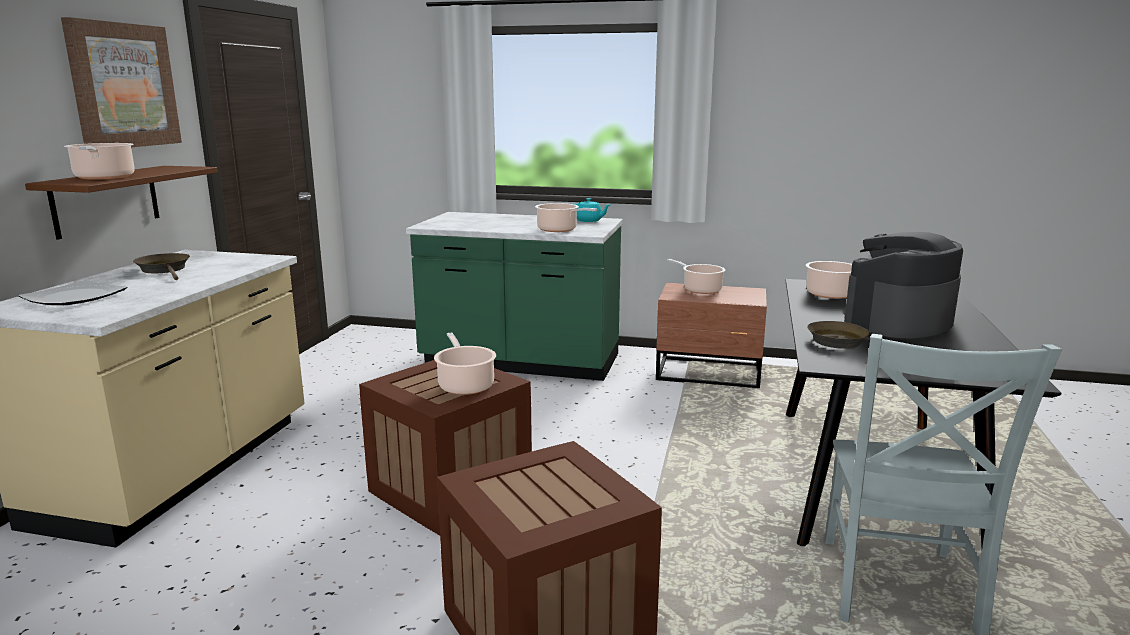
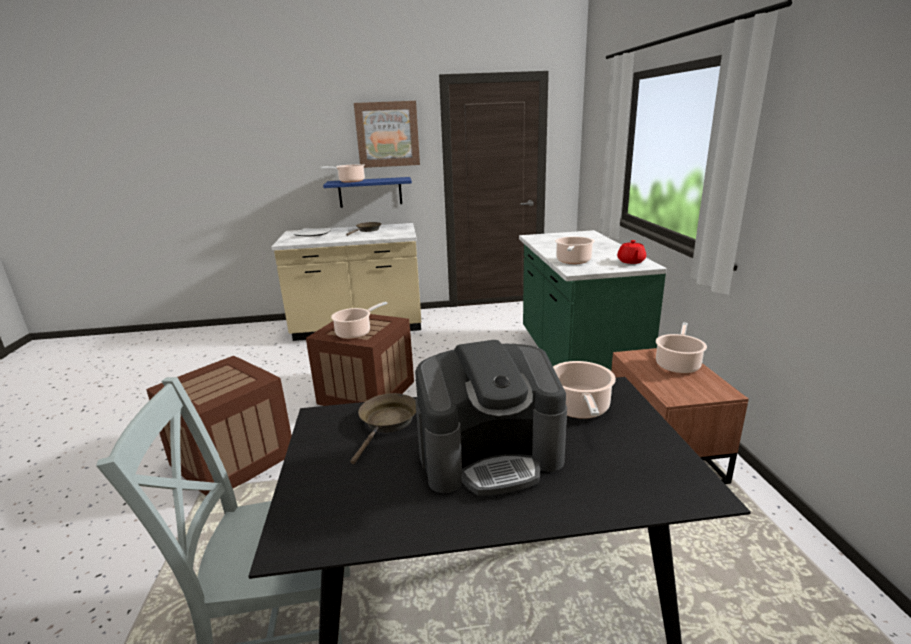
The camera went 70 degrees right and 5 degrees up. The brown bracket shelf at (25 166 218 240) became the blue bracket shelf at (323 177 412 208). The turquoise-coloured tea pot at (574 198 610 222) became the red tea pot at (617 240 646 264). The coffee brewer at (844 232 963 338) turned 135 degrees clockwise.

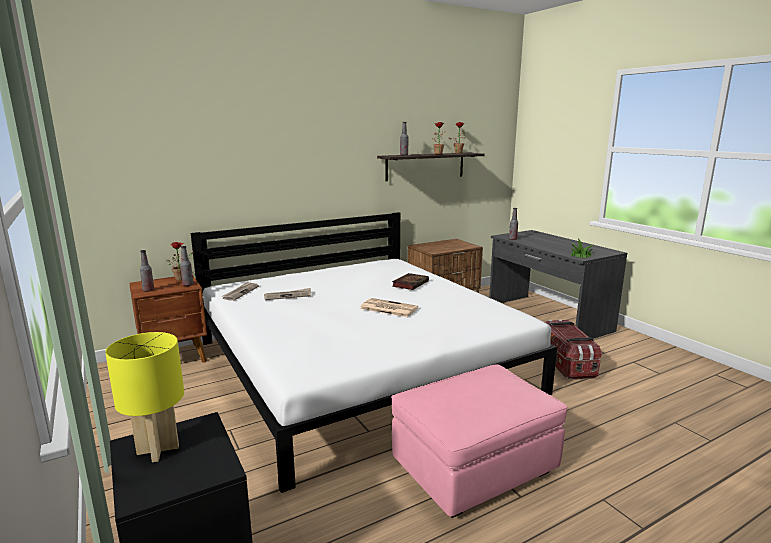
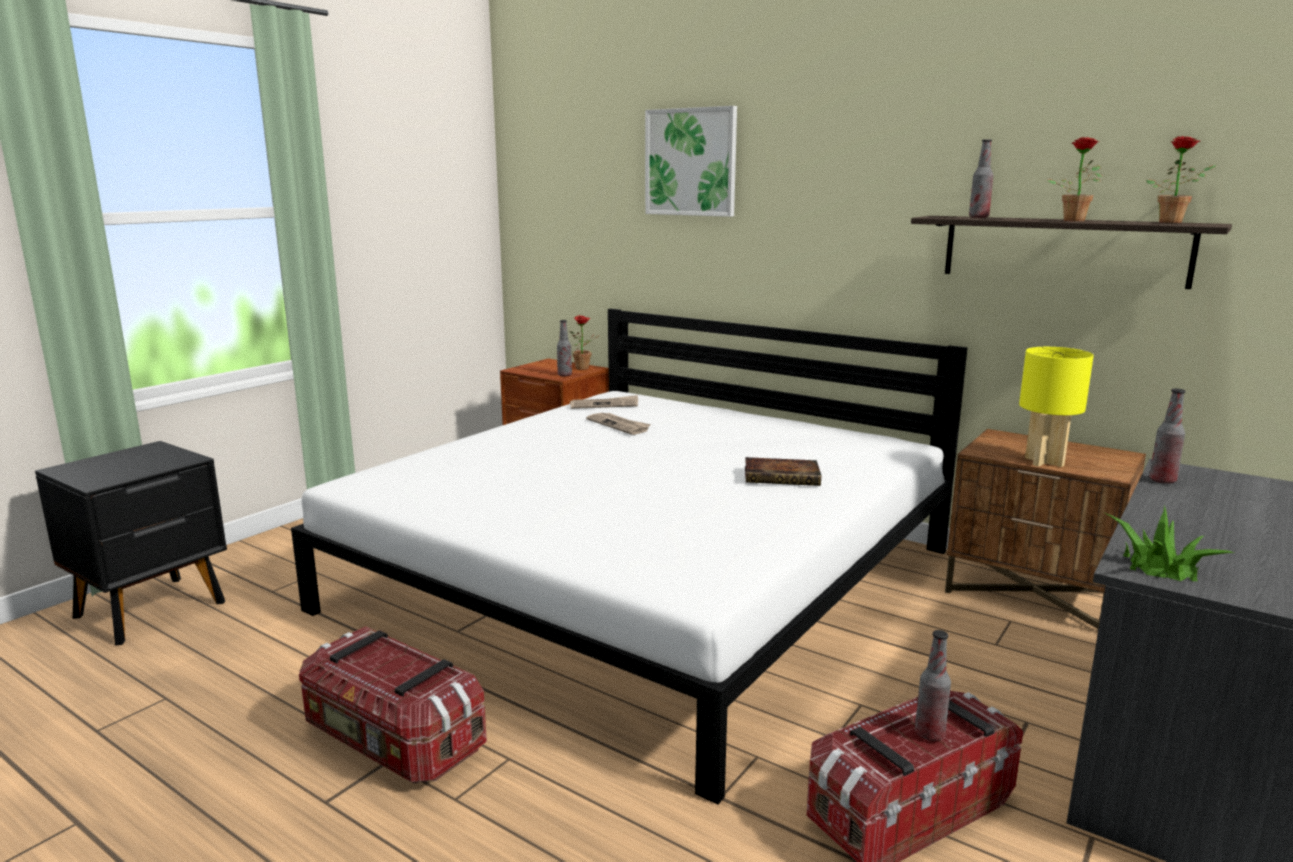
The camera went 65 degrees right and 0 degrees up. The drink bottle moved from (140 250 154 292) to (915 630 951 741). The printed paper at (360 298 418 317) disappeared. The yellow-coloured table lamp moved from (105 332 184 462) to (1019 347 1094 467). The pinkish footrest at (391 364 567 518) was replaced by the storage box at (299 626 487 783). The picture at (645 106 737 217) appeared.

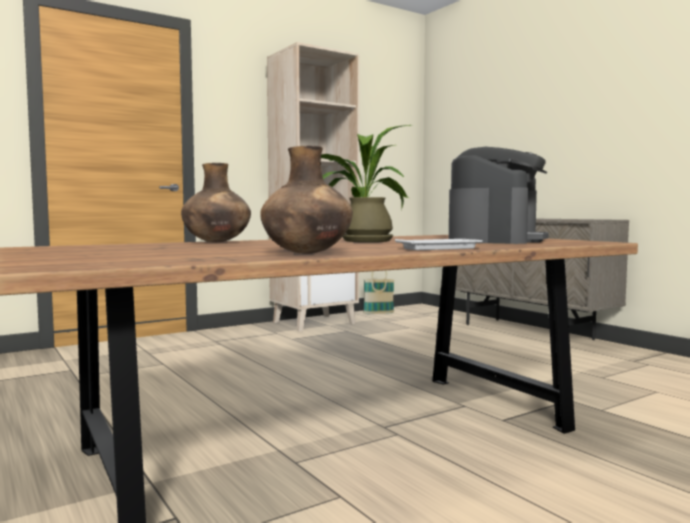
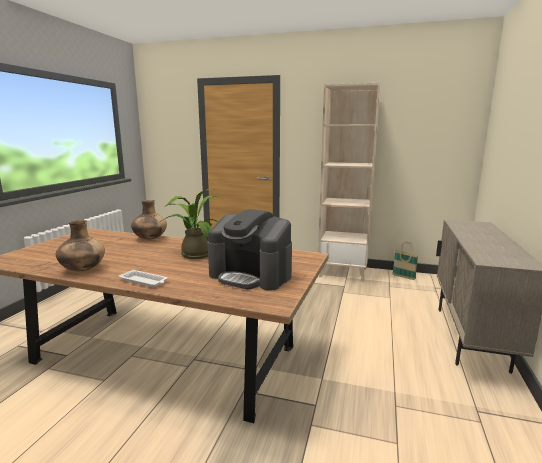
The camera went 50 degrees right and 10 degrees up. The coffee brewer at (449 147 549 244) turned 45 degrees clockwise.

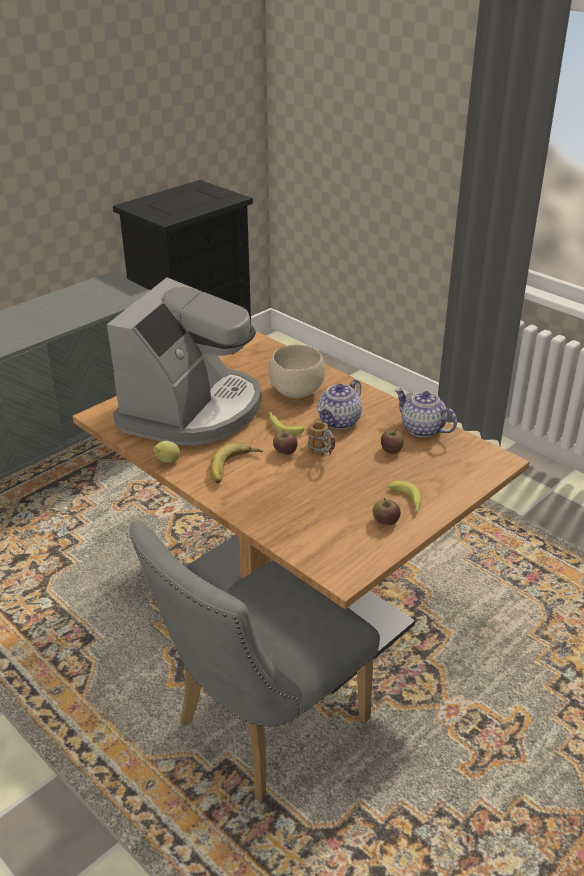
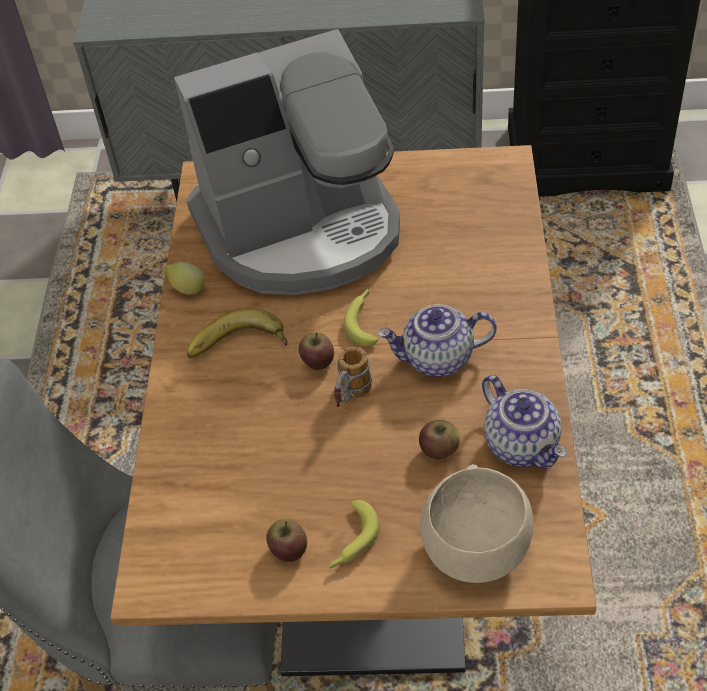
The camera went 50 degrees right and 15 degrees up. The sand-coloured serving bowl moved from (268 345 325 398) to (420 464 534 583). The tea pot at (395 389 457 438) turned 150 degrees clockwise.

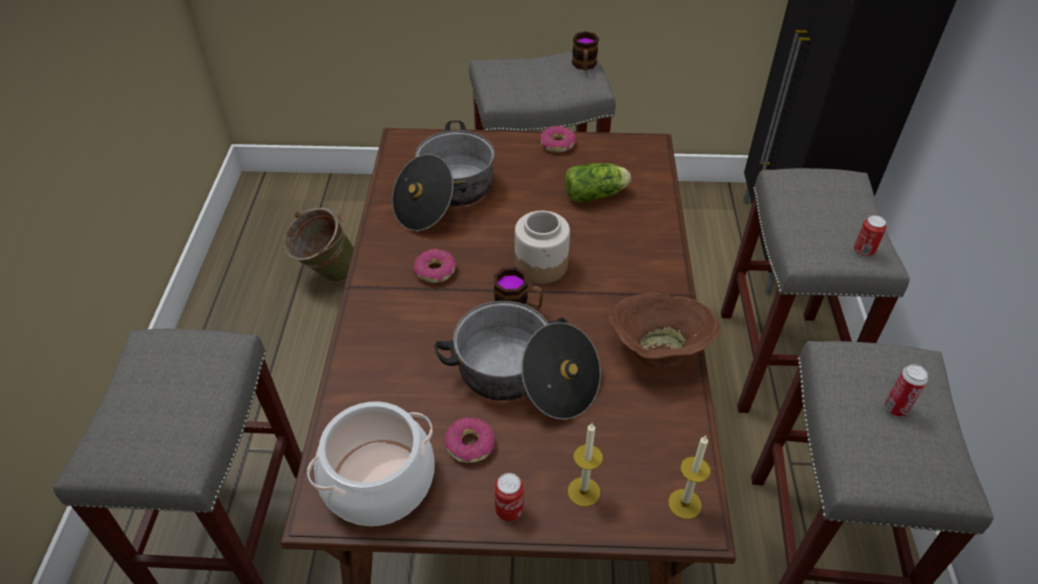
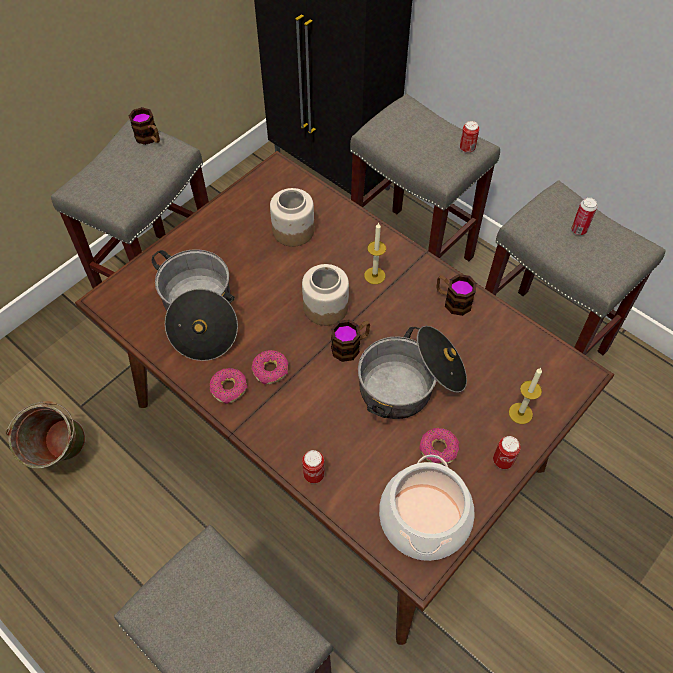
The camera went 50 degrees left and 10 degrees up. The donut moved from (540 126 575 153) to (210 368 248 404). The lettuce head at (565 163 631 202) was replaced by the preserve jar at (270 188 314 247). The brown serving bowl at (609 293 720 368) was replaced by the mug at (436 274 477 316). The candle moved from (668 436 711 519) to (364 222 386 284). The can at (302 450 325 483) appeared.

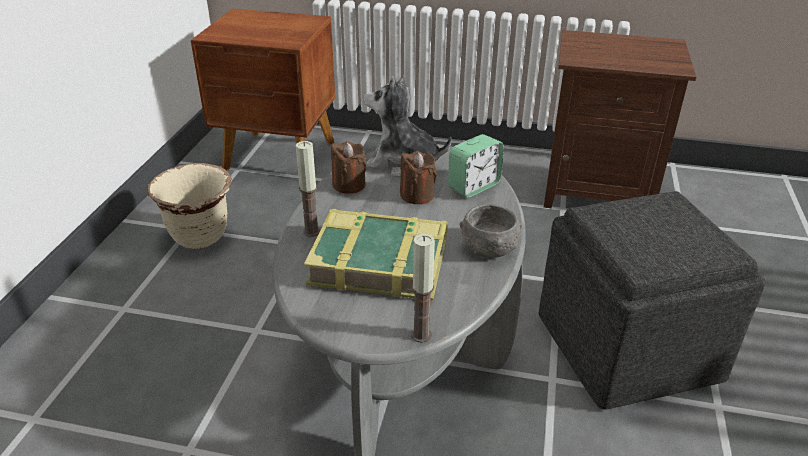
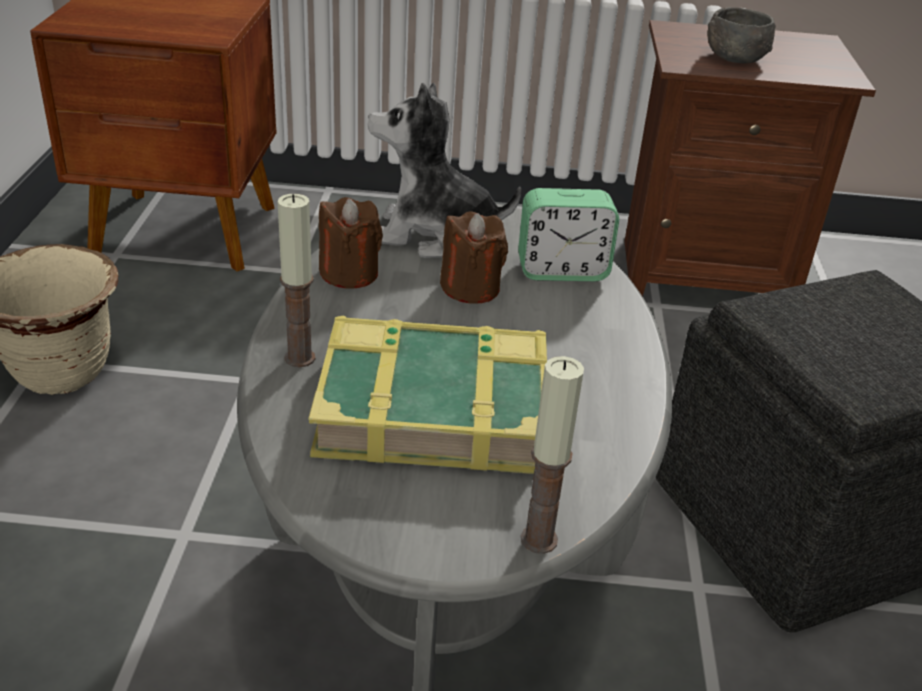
The camera went 10 degrees left and 0 degrees up. The table clock at (448 134 504 198) turned 45 degrees clockwise. The greyish serving bowl moved from (459 204 522 258) to (707 7 775 63).

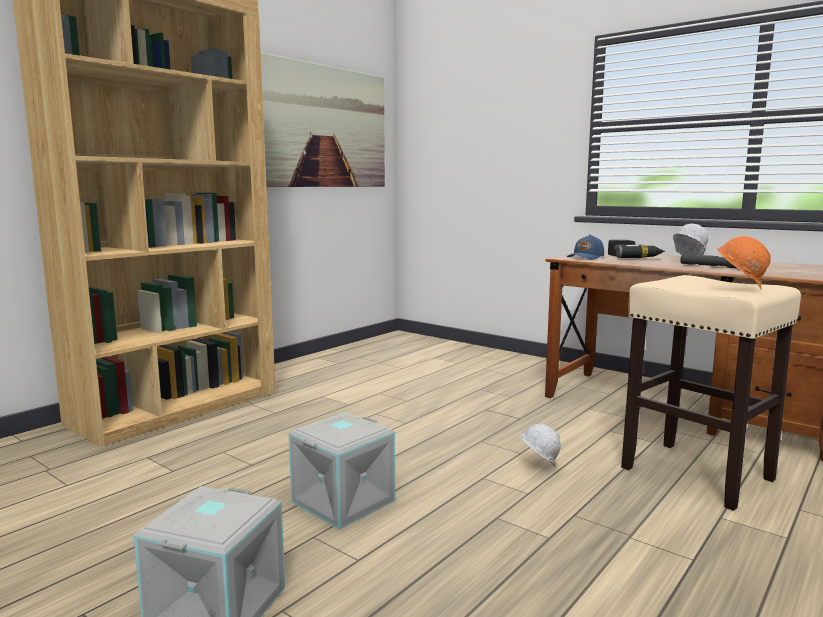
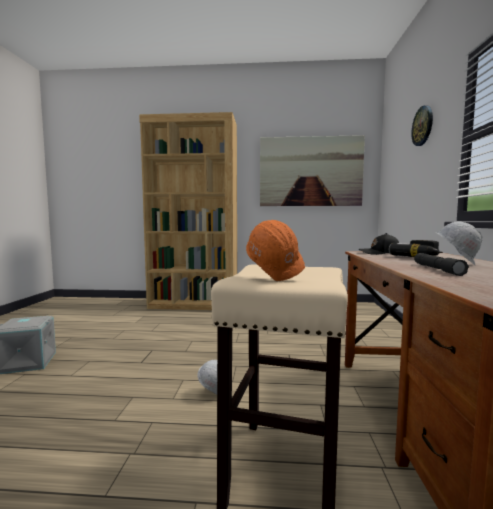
The camera went 55 degrees right and 5 degrees down. The blue cap at (567 234 604 259) became the blackish cap at (359 233 399 255). The greyish storage box at (289 412 395 530) disappeared. The clock on the wall at (411 106 433 146) appeared.

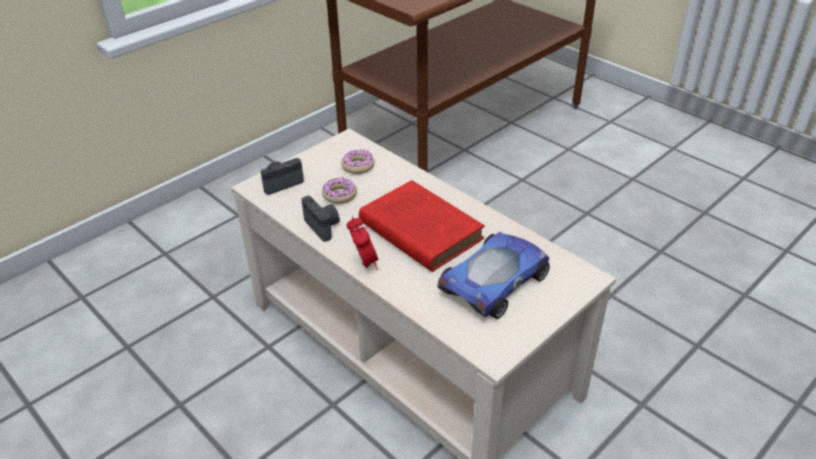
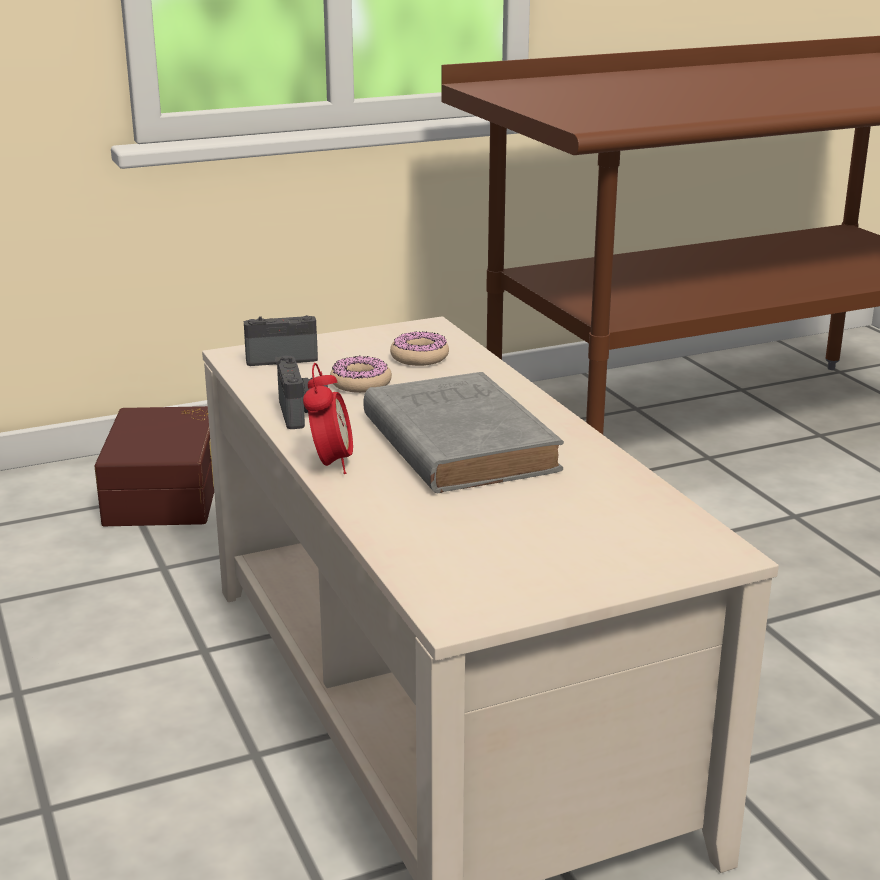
The camera went 20 degrees right and 15 degrees down. The red volume at (359 180 485 272) became the greyish volume at (364 372 564 493). The model car at (437 232 550 319) disappeared. The brown storage box at (94 406 214 526) appeared.

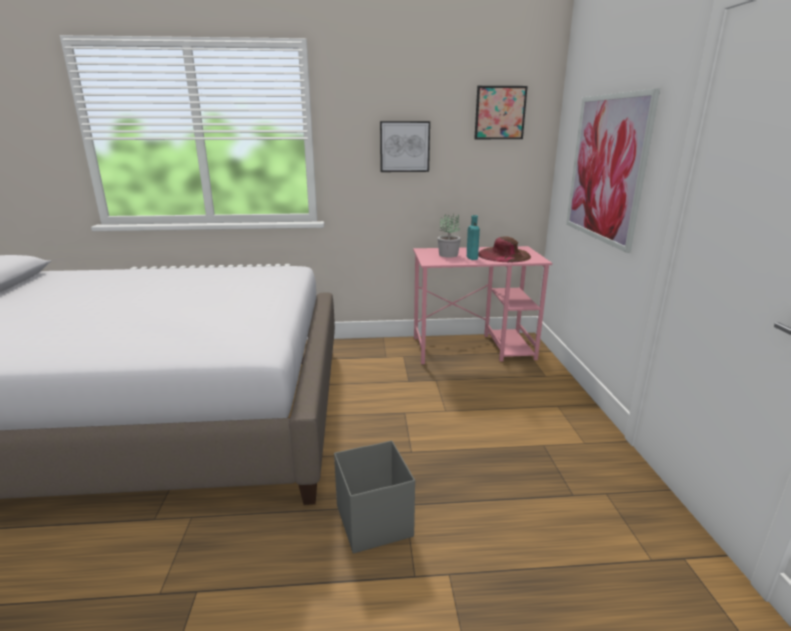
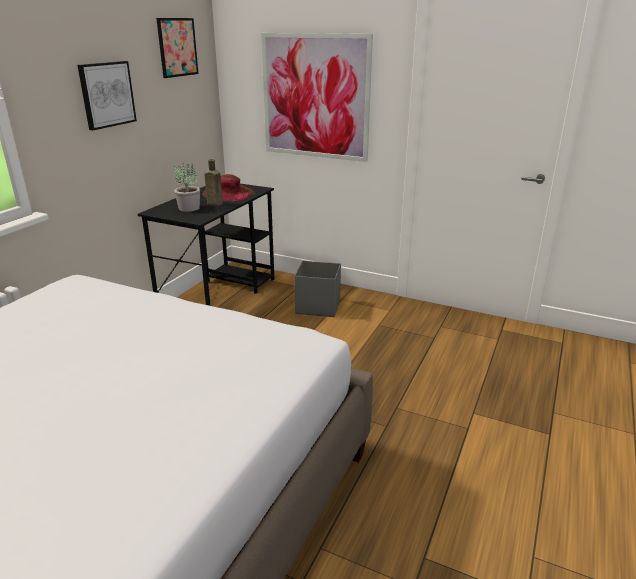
The camera went 60 degrees left and 5 degrees up. The turquoise-coloured drink bottle at (467 215 480 260) became the brown drink bottle at (204 159 223 206). The pinkish desk unit at (413 246 552 364) became the blackish desk unit at (138 184 274 306). The greyish storage box moved from (334 441 415 553) to (294 261 341 317).

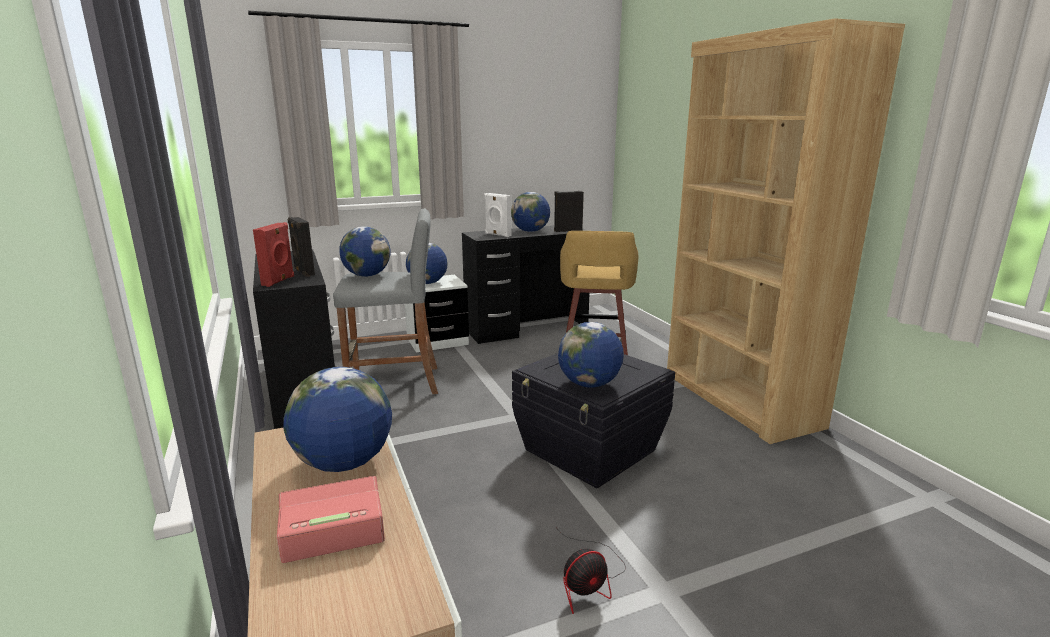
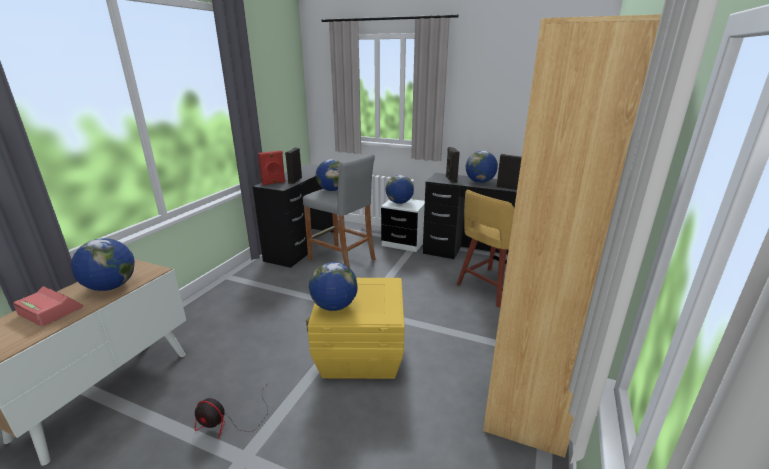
The camera went 45 degrees right and 5 degrees up. The white loudspeaker at (484 193 511 237) became the blackish loudspeaker at (446 147 460 183). The blackish storage box at (512 353 675 488) became the yellow-coloured storage box at (306 278 404 379).

